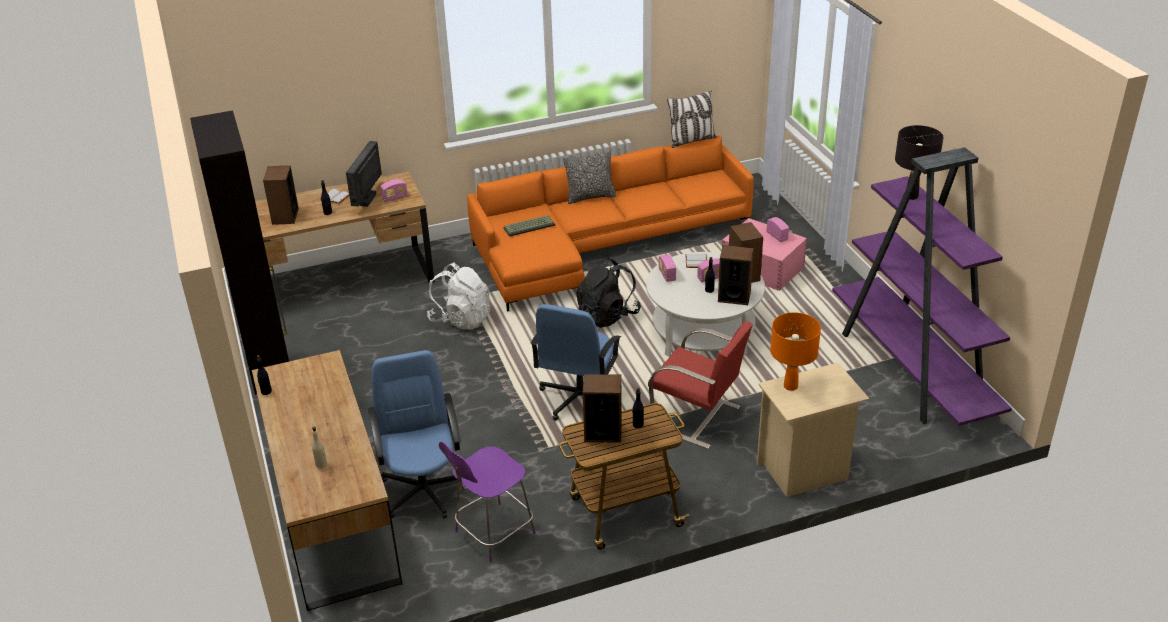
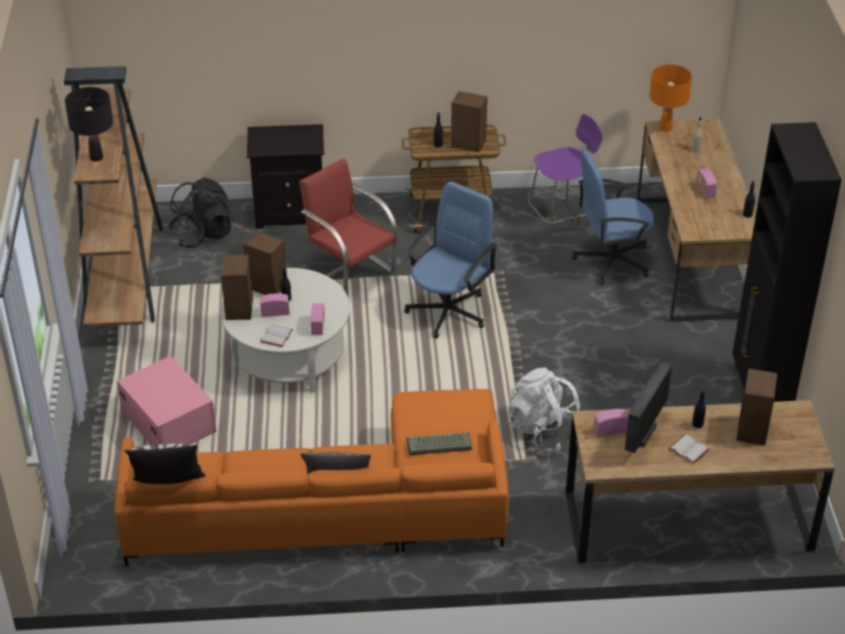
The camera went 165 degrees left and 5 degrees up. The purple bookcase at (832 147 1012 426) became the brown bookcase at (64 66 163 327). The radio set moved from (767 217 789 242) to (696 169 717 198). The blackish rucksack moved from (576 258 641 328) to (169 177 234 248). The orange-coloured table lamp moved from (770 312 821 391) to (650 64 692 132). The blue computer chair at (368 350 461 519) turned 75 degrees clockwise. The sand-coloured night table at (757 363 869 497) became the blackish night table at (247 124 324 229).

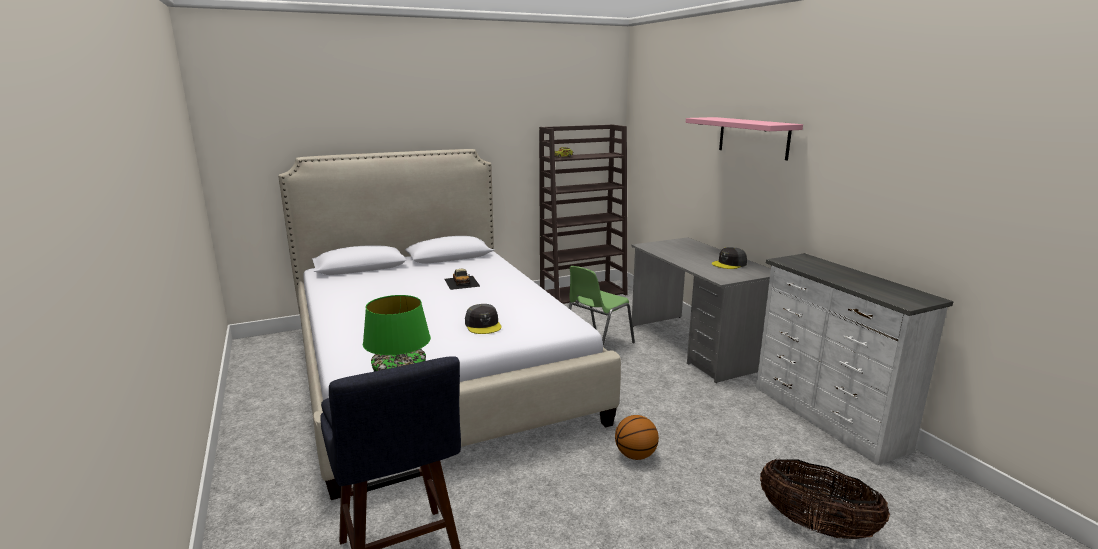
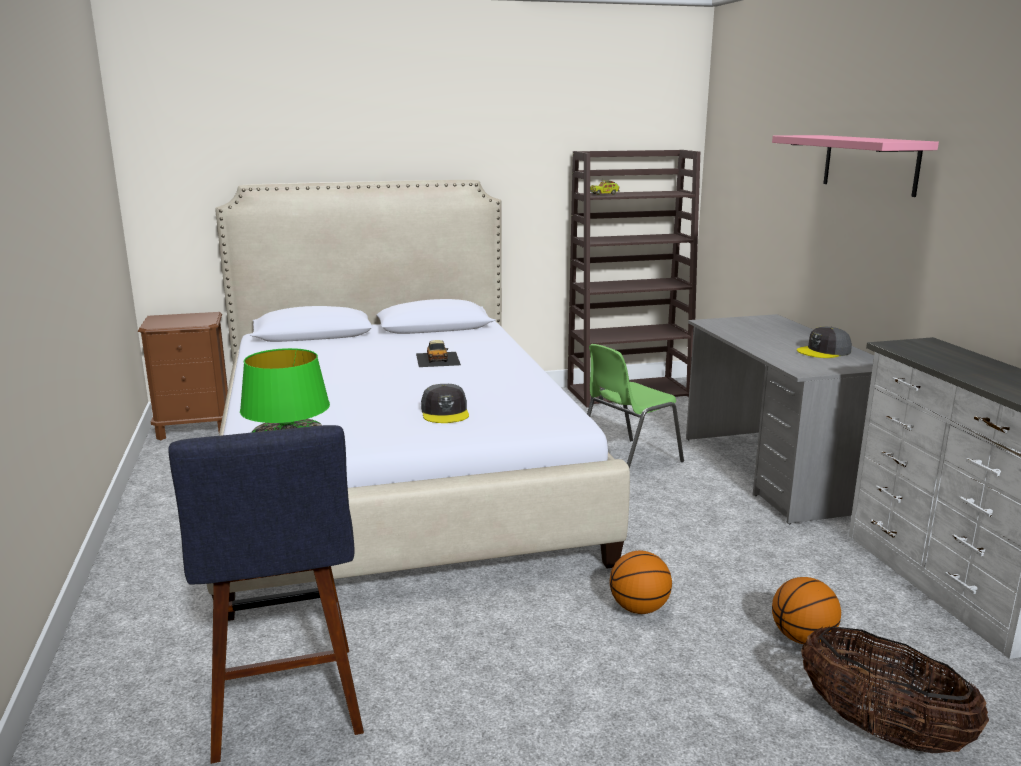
The camera went 10 degrees right and 0 degrees up. The brown night table at (138 312 228 440) appeared. The basketball ball at (772 577 841 644) appeared.

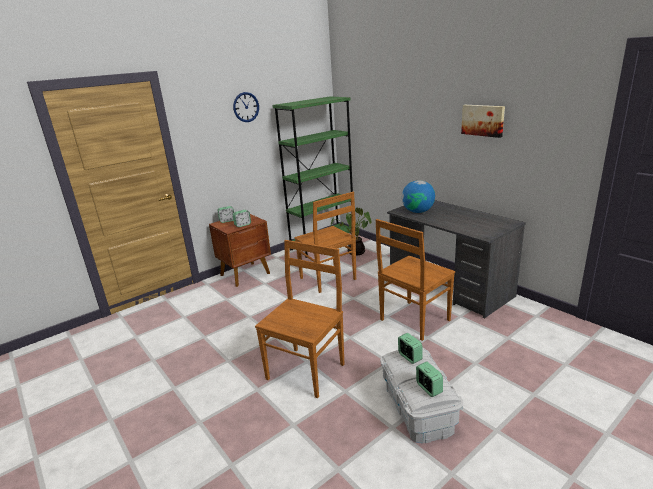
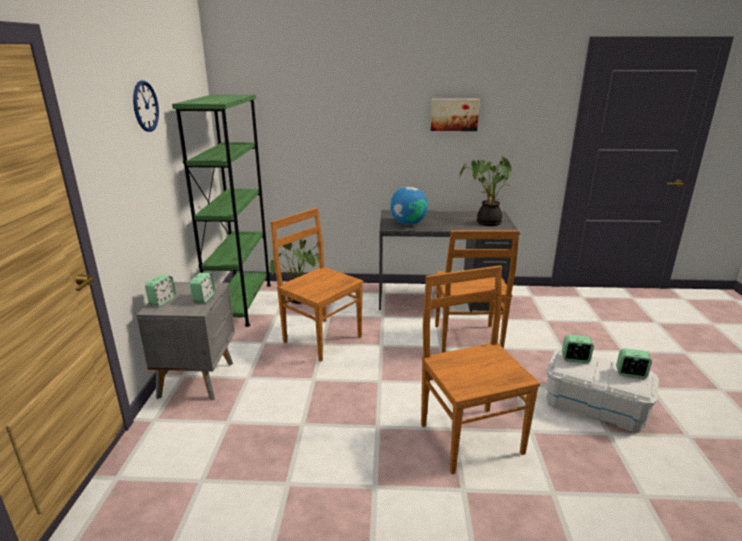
The camera went 50 degrees left and 0 degrees up. The brown chair at (294 192 356 293) turned 150 degrees counterclockwise. The brown night table at (209 214 271 287) became the greyish night table at (136 282 235 401). The houseplant at (460 156 512 226) appeared.

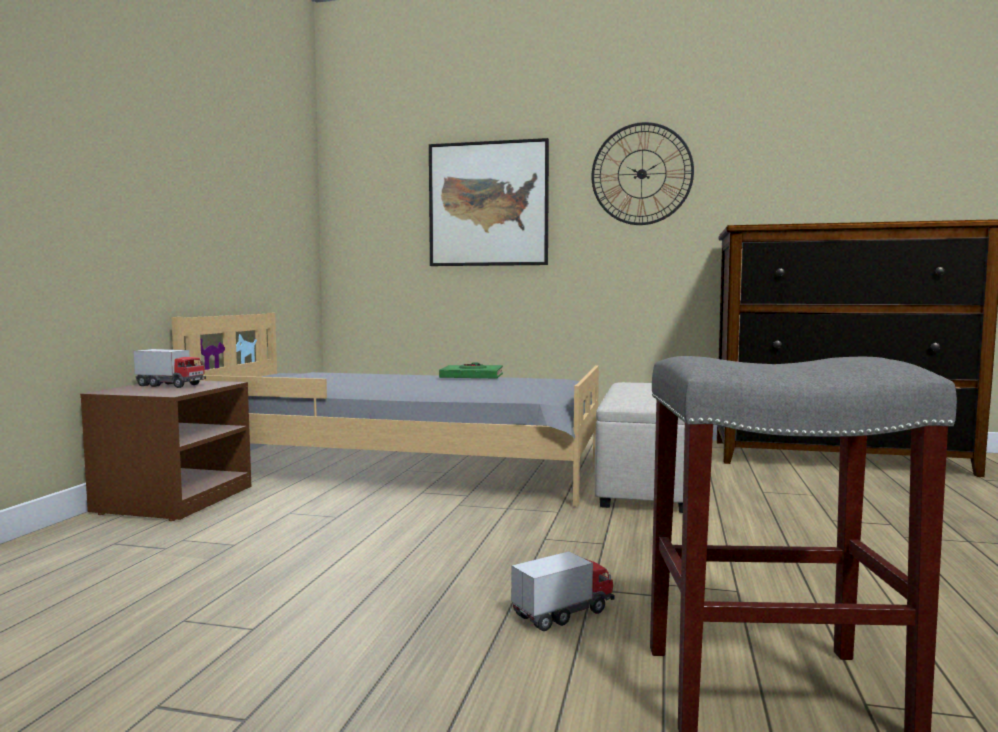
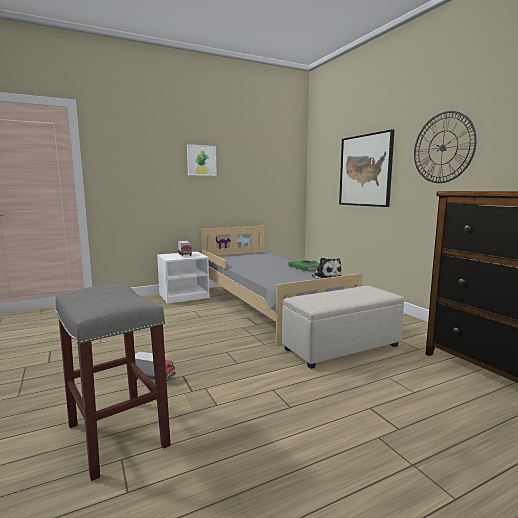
The camera went 50 degrees right and 5 degrees up. The brown night table at (80 381 251 521) became the white night table at (157 252 210 304). The picture at (187 144 217 176) appeared. The plush toy at (312 258 342 279) appeared.

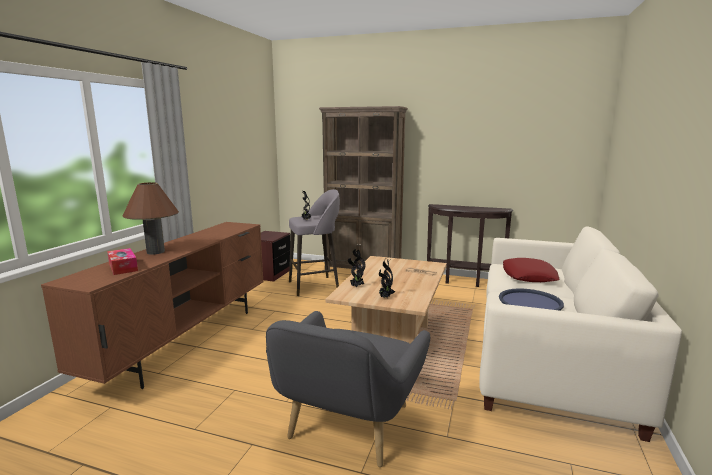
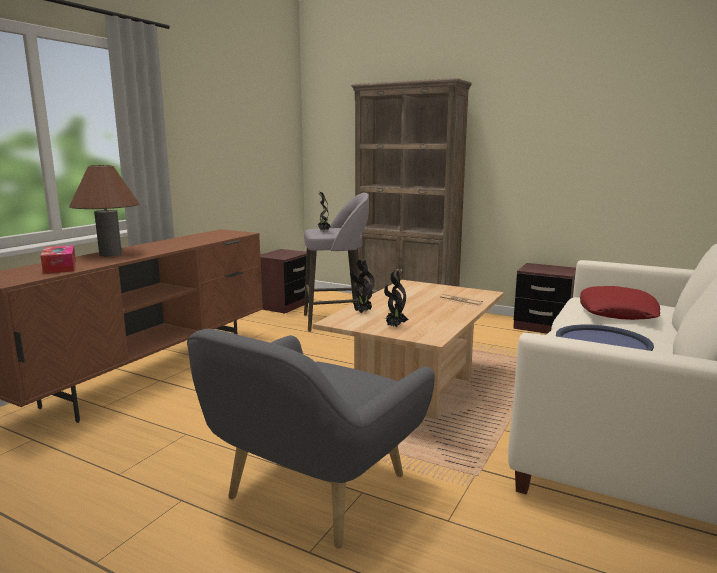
The camera went 10 degrees right and 0 degrees up. The brown console table at (427 204 513 287) was replaced by the brown night table at (513 263 576 334).

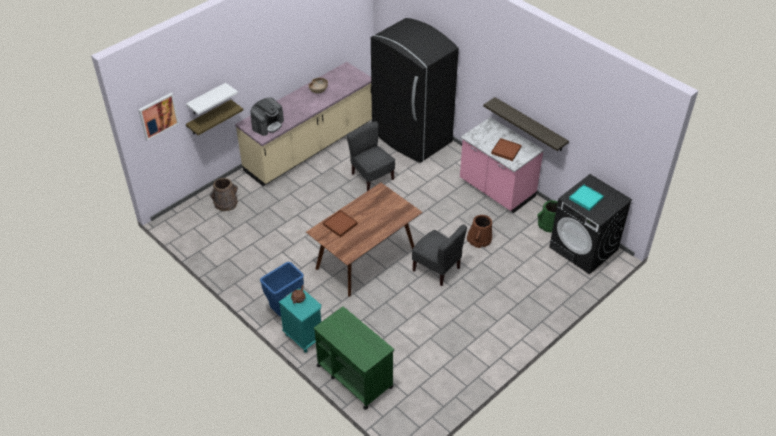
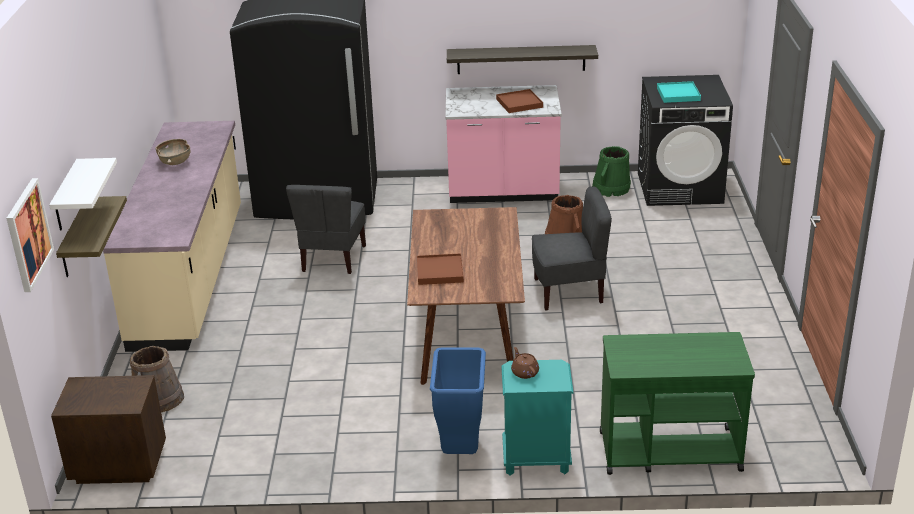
The camera went 45 degrees left and 15 degrees down. The coffee brewer at (250 97 284 136) disappeared. The greyish chair at (346 121 395 191) turned 90 degrees counterclockwise. The brown night table at (51 375 166 484) appeared.

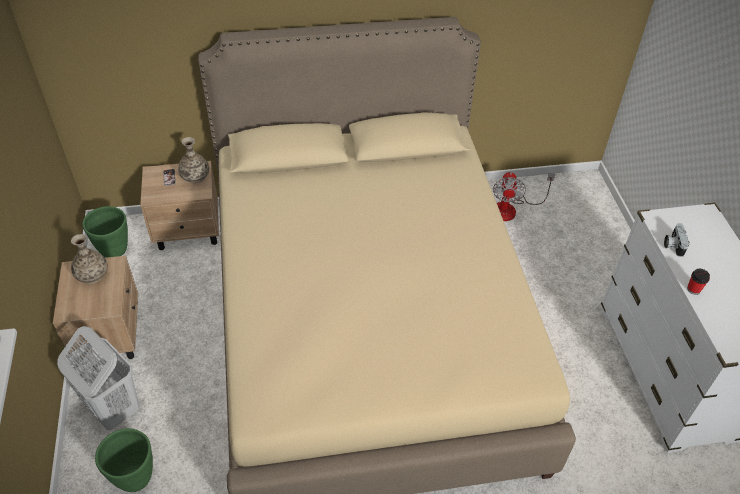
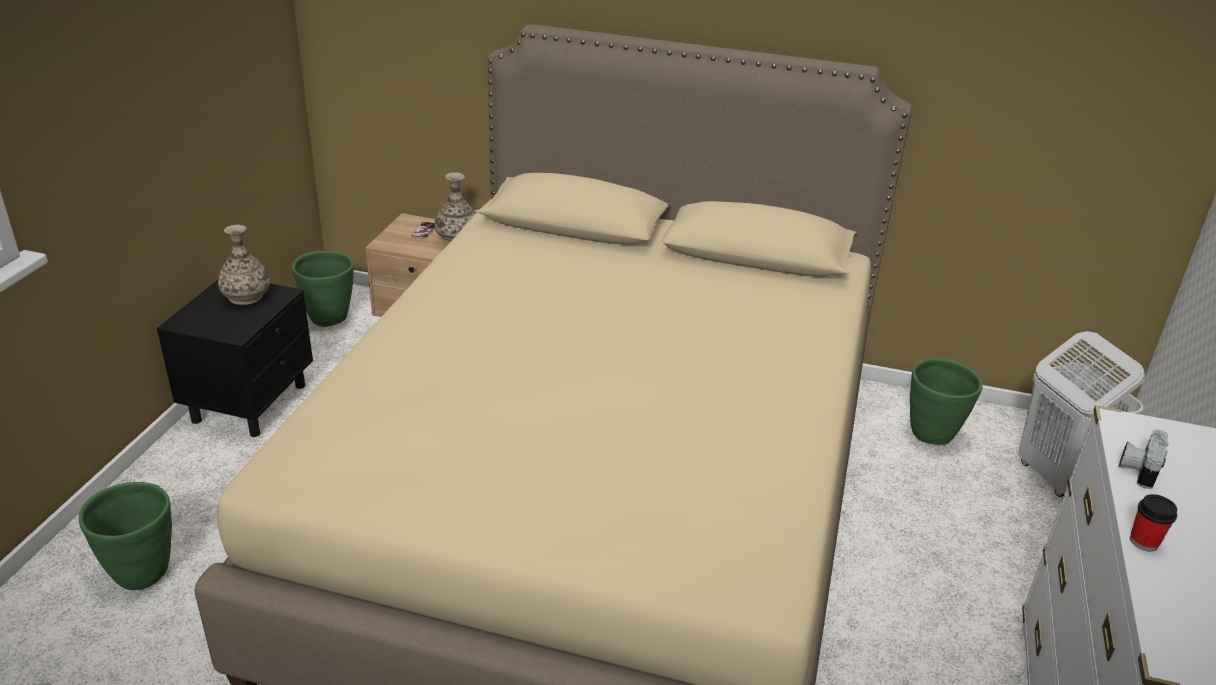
The camera went 25 degrees right and 15 degrees down. The fan at (493 172 555 221) was replaced by the greenish planter at (910 358 983 445). The sand-coloured night table at (53 256 138 364) became the blackish night table at (157 280 313 437). The white hamper moved from (57 326 140 430) to (1018 331 1145 497).

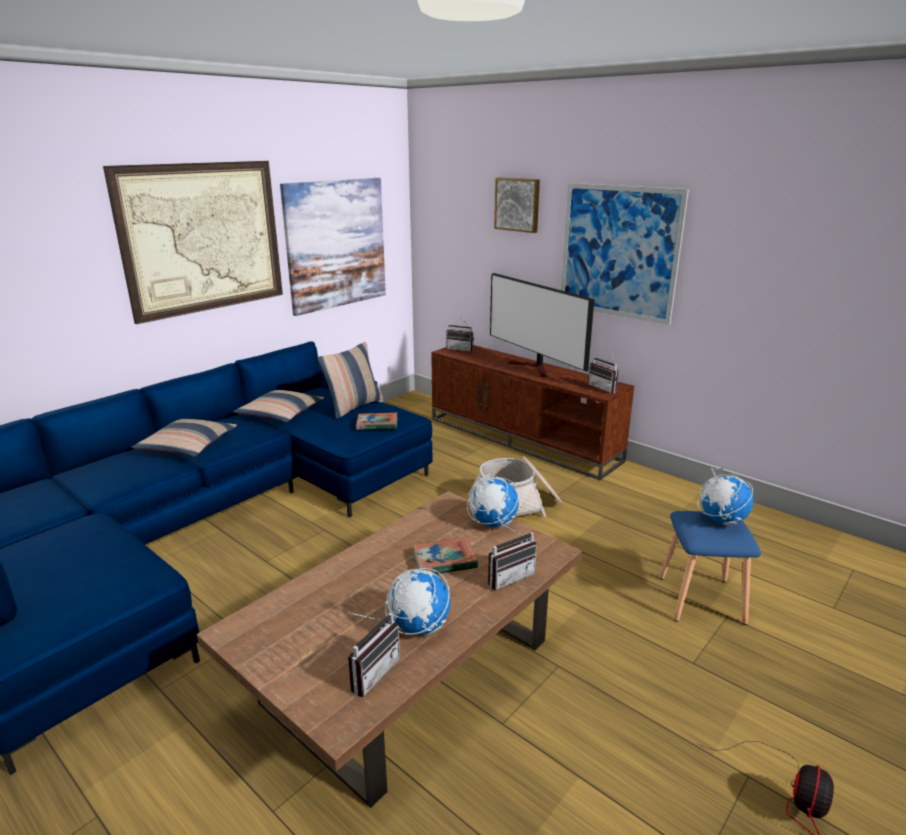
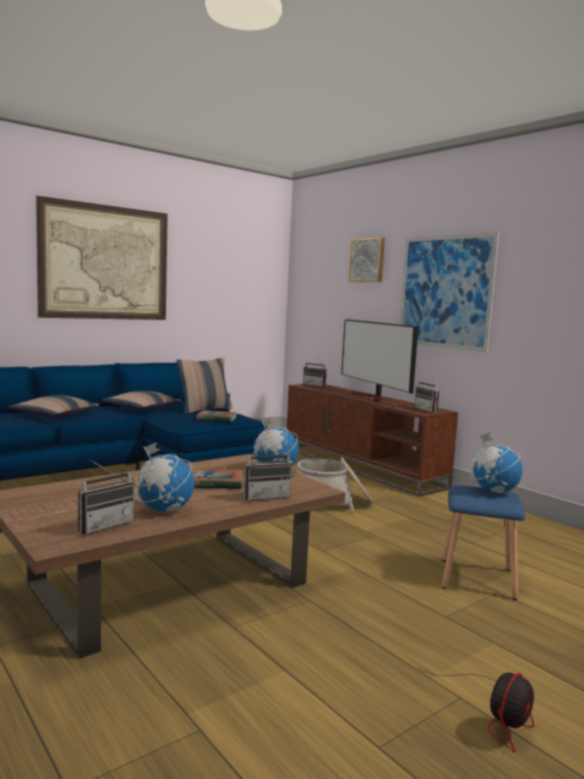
The camera went 10 degrees right and 15 degrees down. The picture at (280 178 386 316) disappeared.

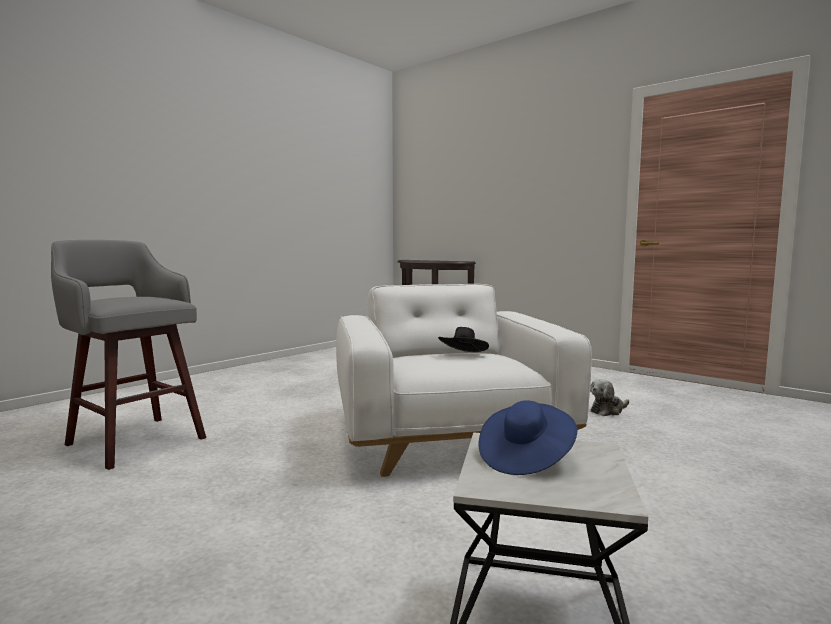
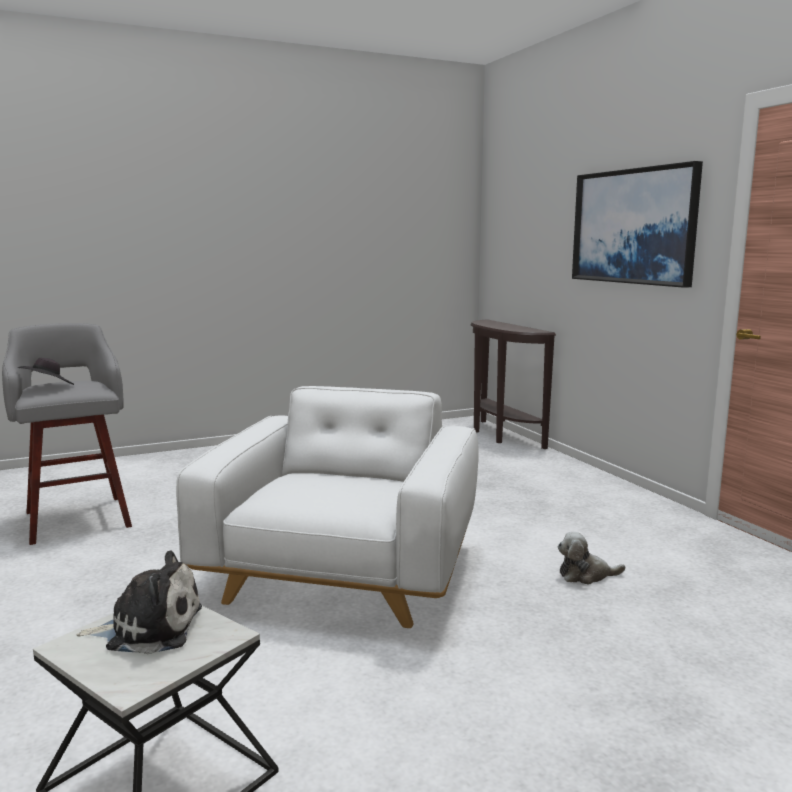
The camera went 25 degrees right and 5 degrees up. The blackish wearable hat moved from (438 327 489 352) to (17 358 74 385). The blue wearable hat at (478 400 577 475) was replaced by the plush toy at (76 550 202 654). The picture at (572 161 703 288) appeared.

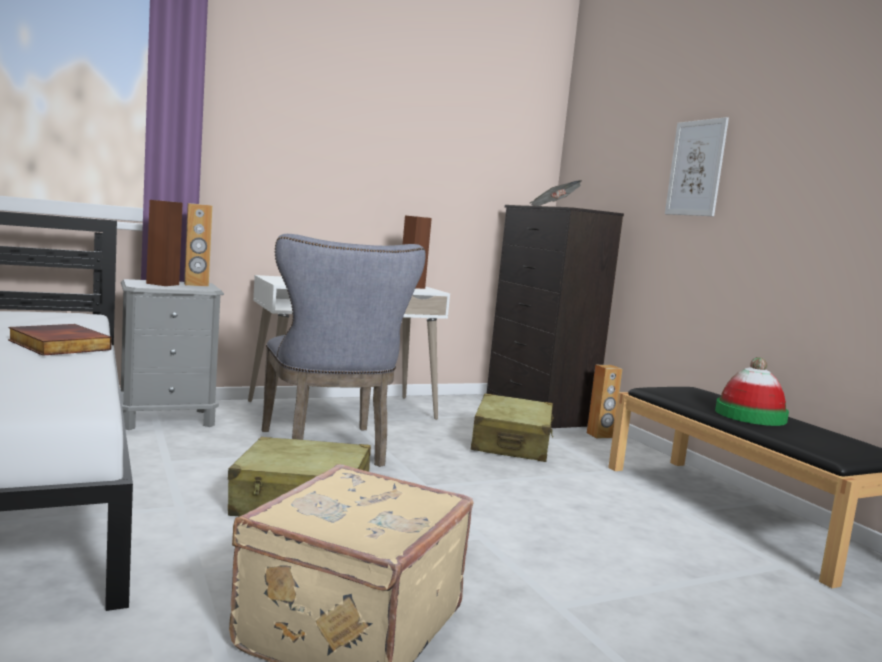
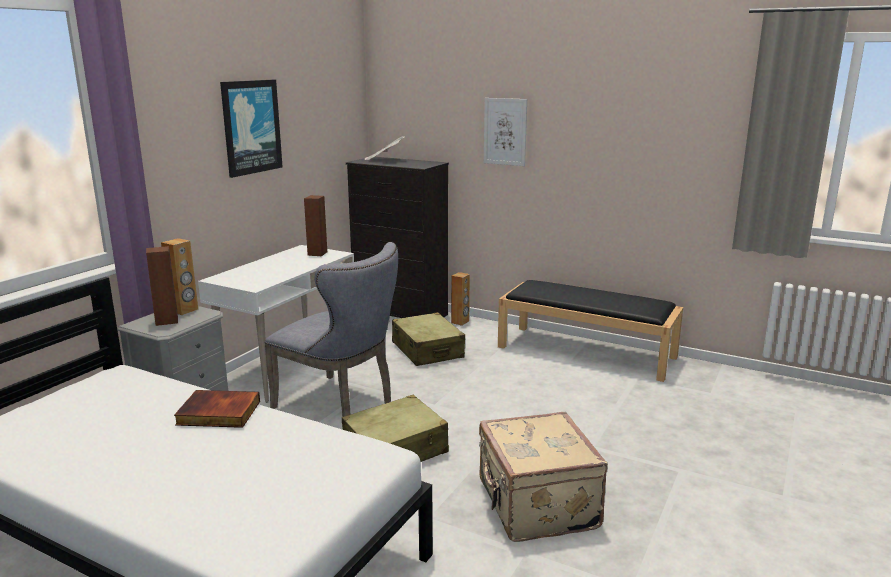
The camera went 35 degrees left and 10 degrees up. The wearable hat at (715 357 789 426) disappeared. The picture at (220 80 283 178) appeared.

